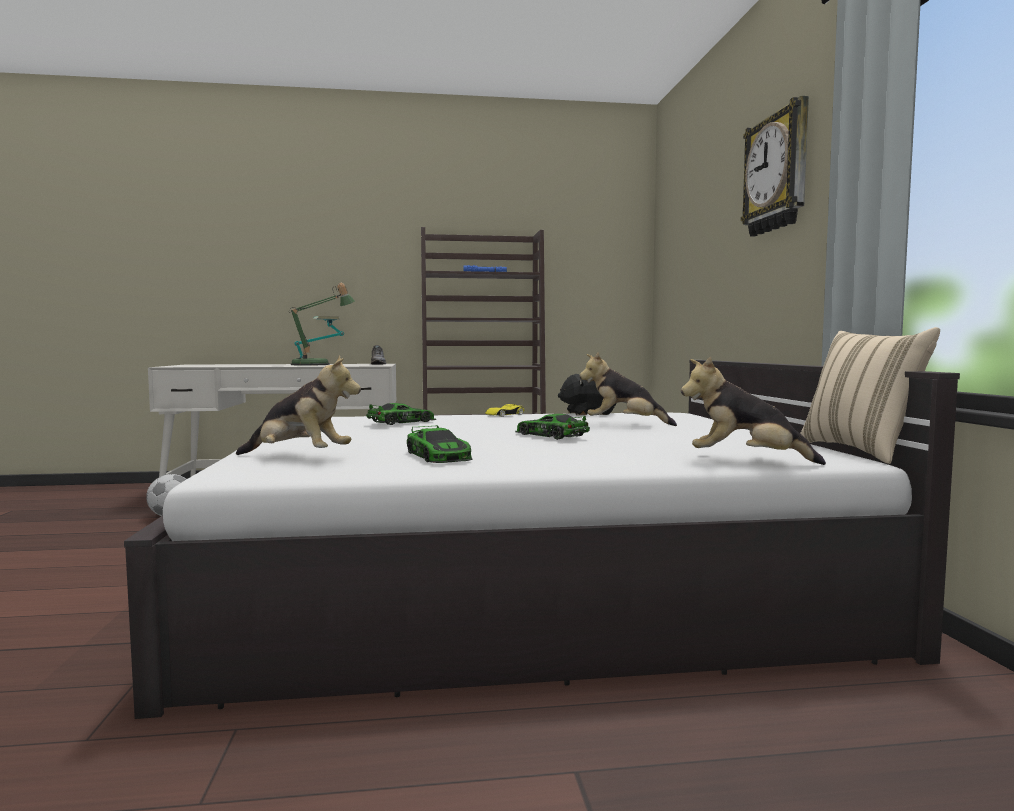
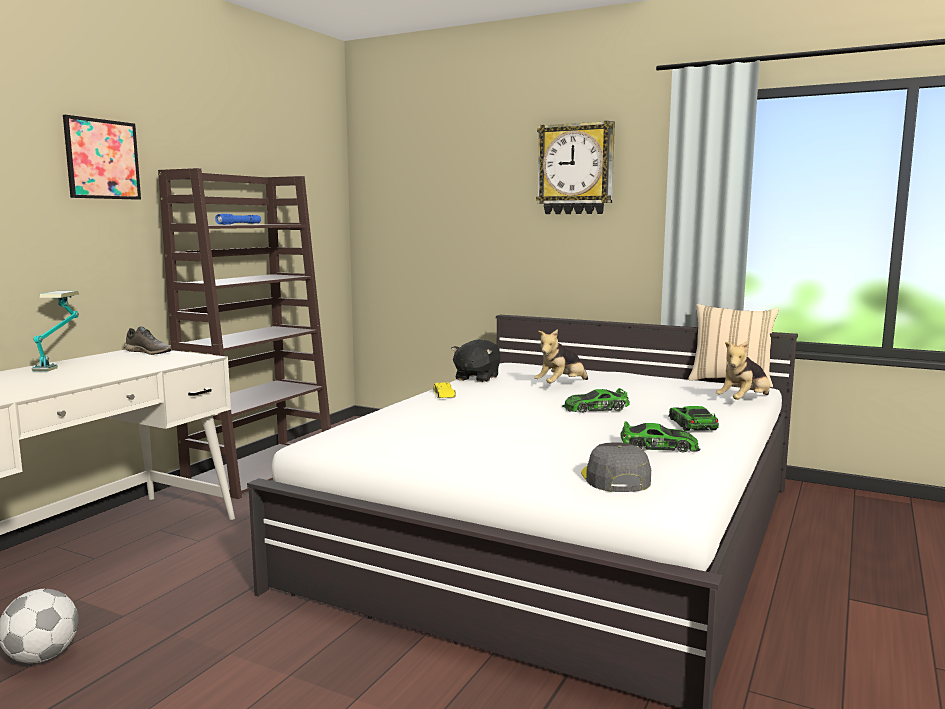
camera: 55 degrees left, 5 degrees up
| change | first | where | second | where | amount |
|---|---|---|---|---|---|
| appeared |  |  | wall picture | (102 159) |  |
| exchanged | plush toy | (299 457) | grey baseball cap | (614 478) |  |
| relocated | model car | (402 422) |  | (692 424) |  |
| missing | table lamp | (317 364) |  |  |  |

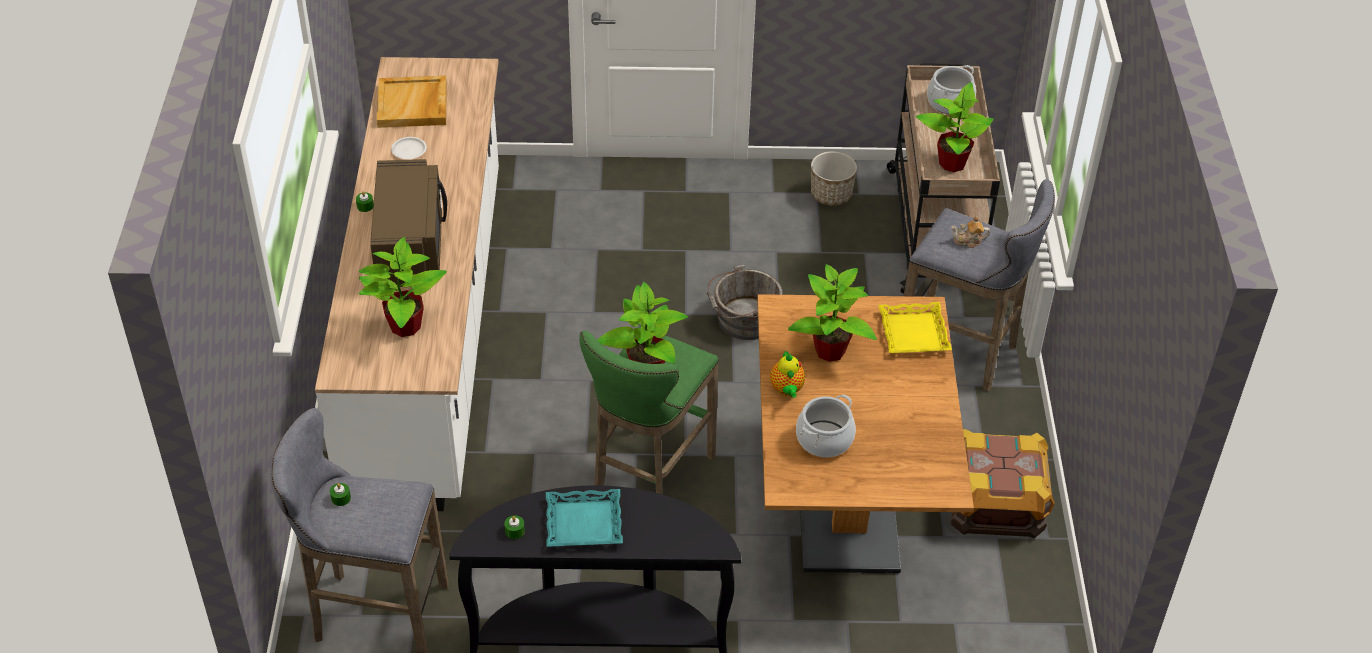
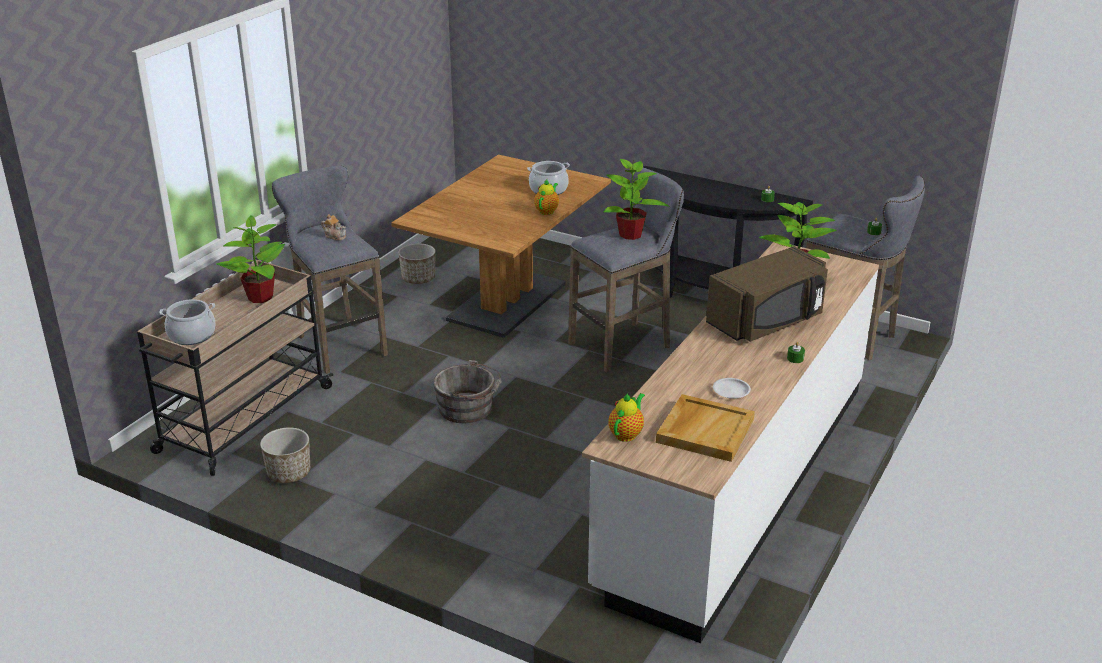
camera: 150 degrees left, 15 degrees down
| change | first | where | second | where | amount |
|---|---|---|---|---|---|
| exchanged | packing crate | (995 502) | flower pot | (418 279) |  |
| colour | green stool seat | (649 481) | grey stool seat | (624 344) |  |
| appeared |  |  | tea pot | (627 434) |  |
| spun | brown microwave oven | (411 247) |  | (767 321) | 150 degrees counterclockwise |
| missing | blue-green serving tray | (584 523) |  |  |  |
| missing | houseplant | (830 351) |  |  |  |
| missing | yellow-coloured serving tray | (914 333) |  |  |  |

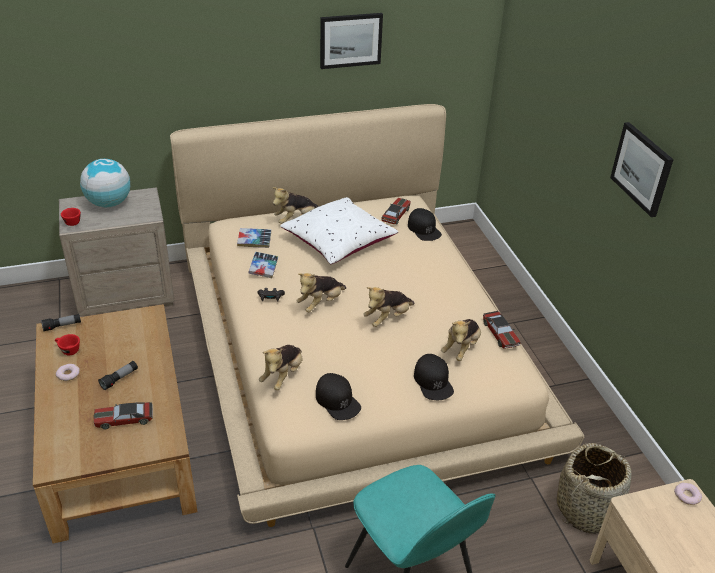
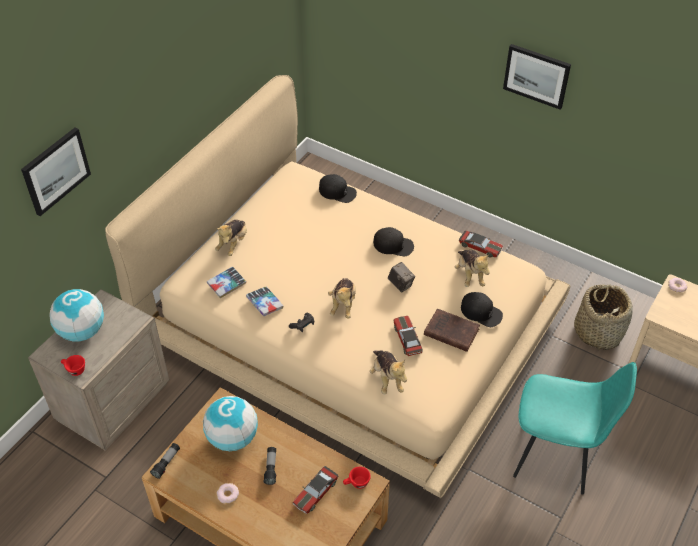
camera: 40 degrees left, 10 degrees up
| change | first | where | second | where | amount |
|---|---|---|---|---|---|
| relocated | wall picture | (350 40) |  | (55 170) |  |
| appeared |  |  | desk globe | (232 438) |  |
| relocated | red-coloured drinking cup | (68 350) |  | (356 483) |  |
| relocated | black-coloured baseball cap | (337 400) |  | (393 245) |  |
| exchanged | plush toy | (388 318) | photo camera | (400 284) |  |
| relocated | model car | (395 215) |  | (407 339) |  |
| appeared |  |  | brown volume | (450 332) |  |
| missing | whitish pillow | (339 241) |  |  |  |

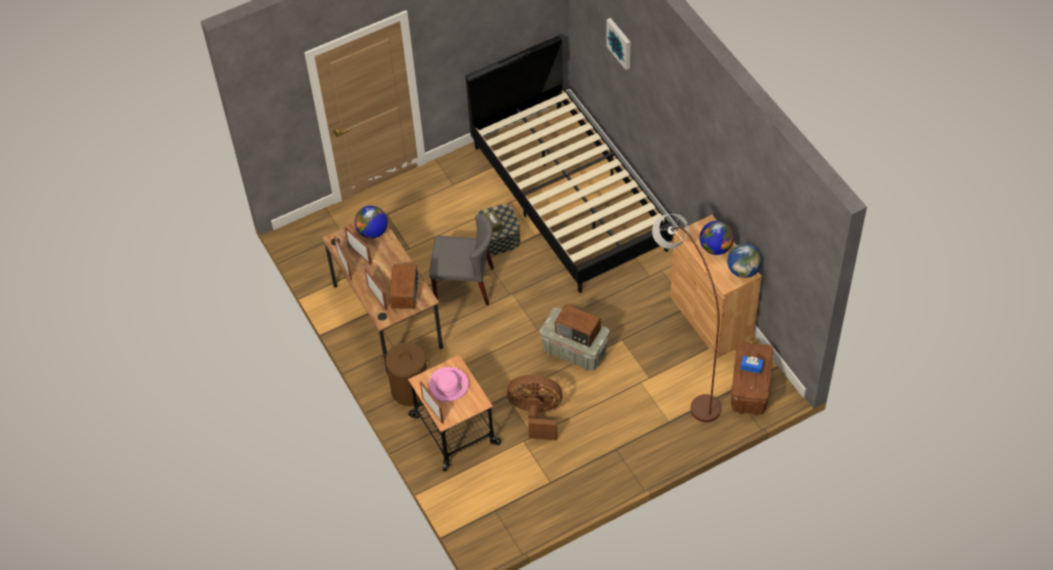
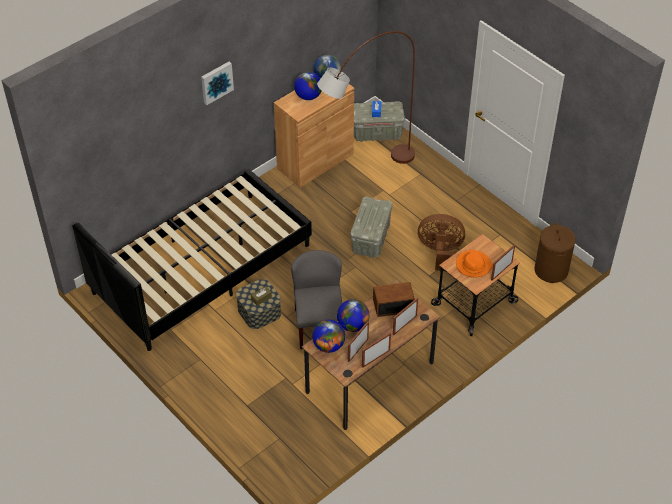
camera: 105 degrees left, 5 degrees down
| change | first | where | second | where | amount |
|---|---|---|---|---|---|
| relocated | wall picture | (620 43) |  | (216 82) |  |
| appeared |  |  | desk globe | (353 325) |  |
| colour | brown storage container | (749 389) | grey storage container | (376 133) |  |
| spun | brown fan | (536 415) |  | (441 253) | 105 degrees clockwise |
| colour | pink-coloured wearable hat | (449 386) | orange-coloured wearable hat | (473 265) |  |
| relocated | brown hamper | (410 390) |  | (551 270) |  |
| missing | radio set | (577 332) |  |  |  |

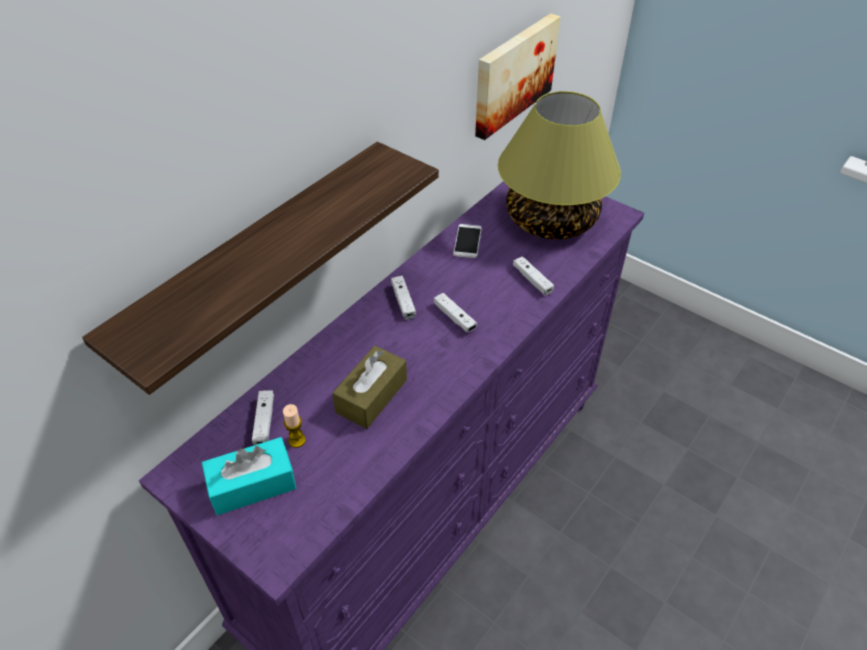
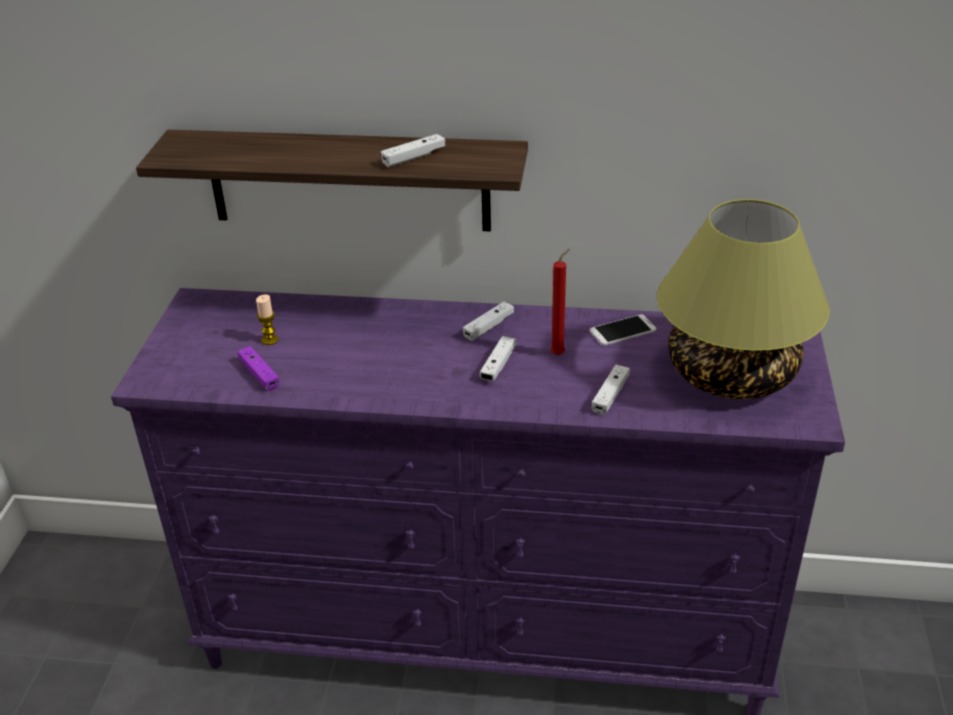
camera: 60 degrees right, 10 degrees down
| change | first | where | second | where | amount |
|---|---|---|---|---|---|
| appeared |  |  | purple-coloured joypad | (259 374) |  |
| relocated | whitish joypad | (264 422) |  | (414 157) |  |
| appeared |  |  | red-coloured wax candle | (559 354) |  |
| missing | blue-green tissue box | (252 485) |  |  |  |
| missing | brown tissue box | (371 396) |  |  |  |
| missing | wall picture | (512 74) |  |  |  |

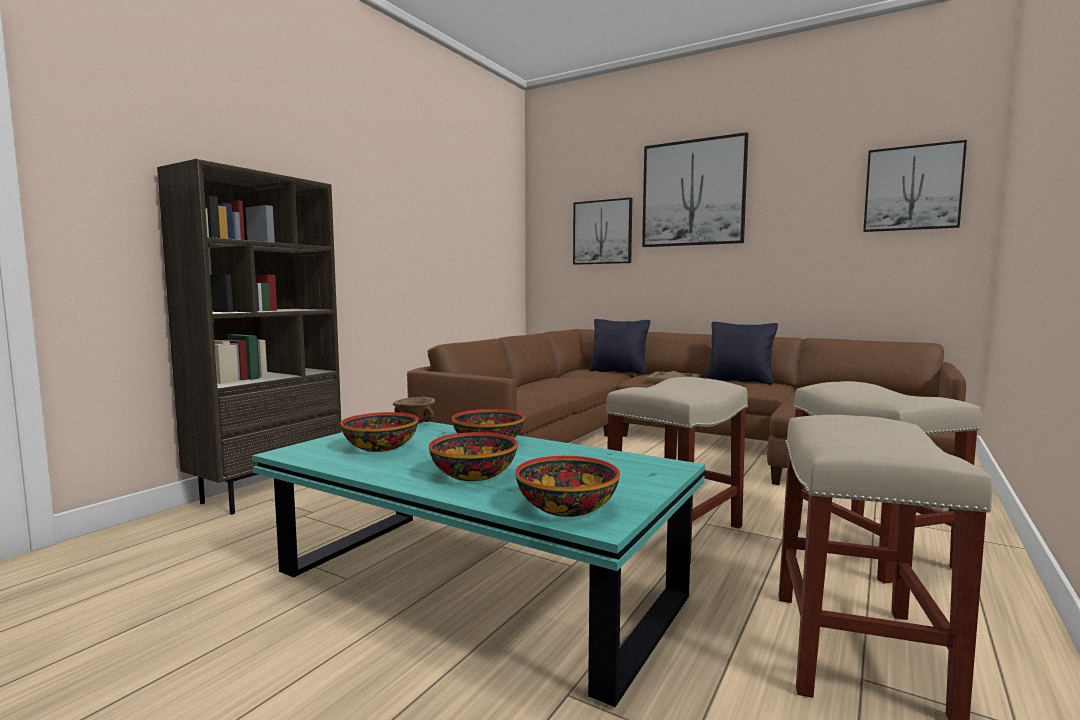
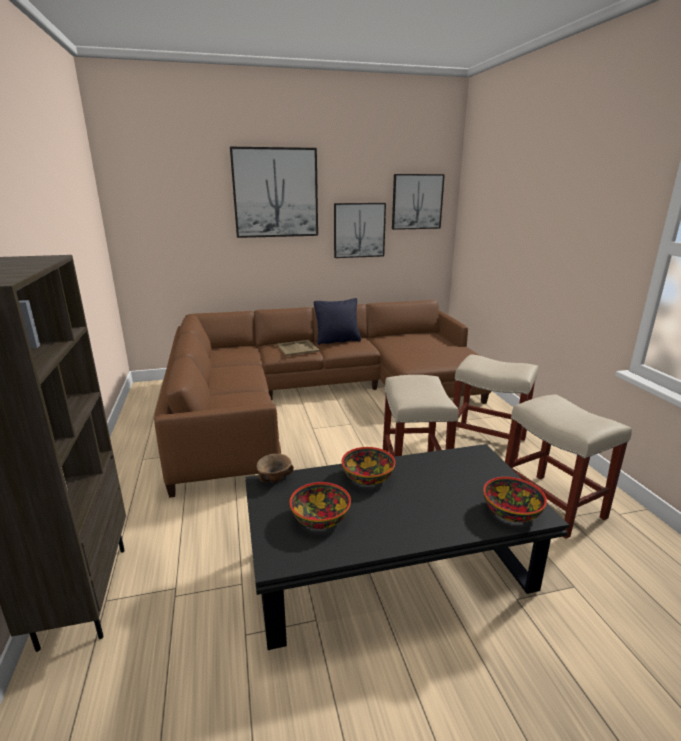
camera: 45 degrees left, 15 degrees up
| change | first | where | second | where | amount |
|---|---|---|---|---|---|
| colour | blue-green coffee table | (475 588) | black-coloured coffee table | (392 572) |  |
| relocated | wall picture | (602 232) |  | (359 230) |  |
| missing | deep dish | (475 475) |  |  |  |
| missing | black-coloured pillow | (619 372) |  |  |  |

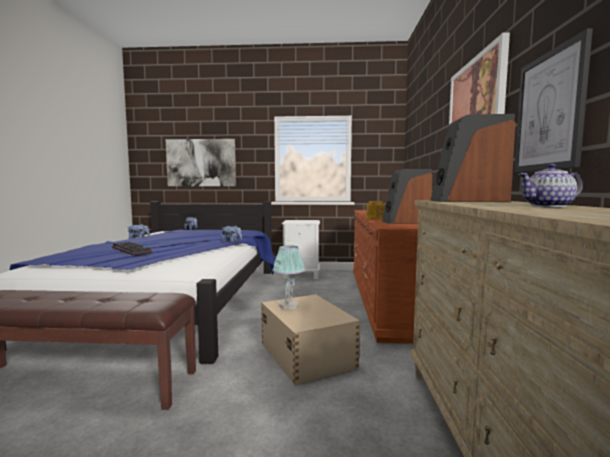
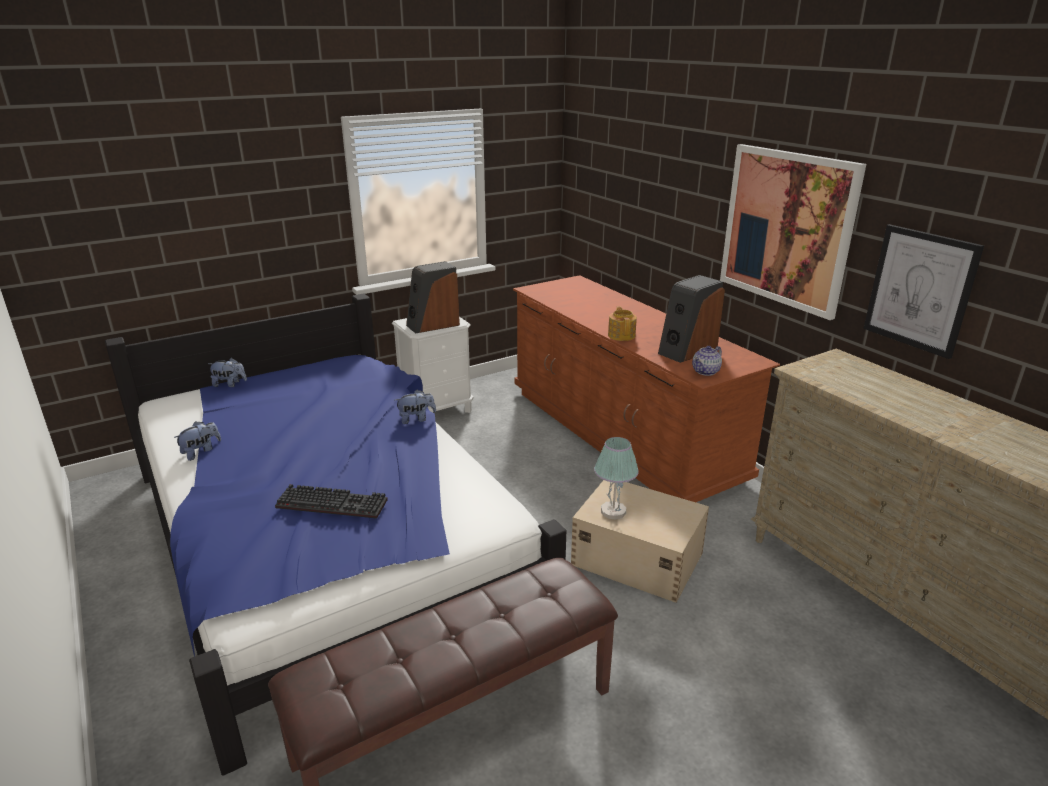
camera: 35 degrees left, 20 degrees up
| change | first | where | second | where | amount |
|---|---|---|---|---|---|
| relocated | speaker | (468 201) |  | (433 325) |  |
| relocated | tea pot | (549 206) |  | (706 371) |  |
| missing | wall picture | (201 162) |  |  |  |

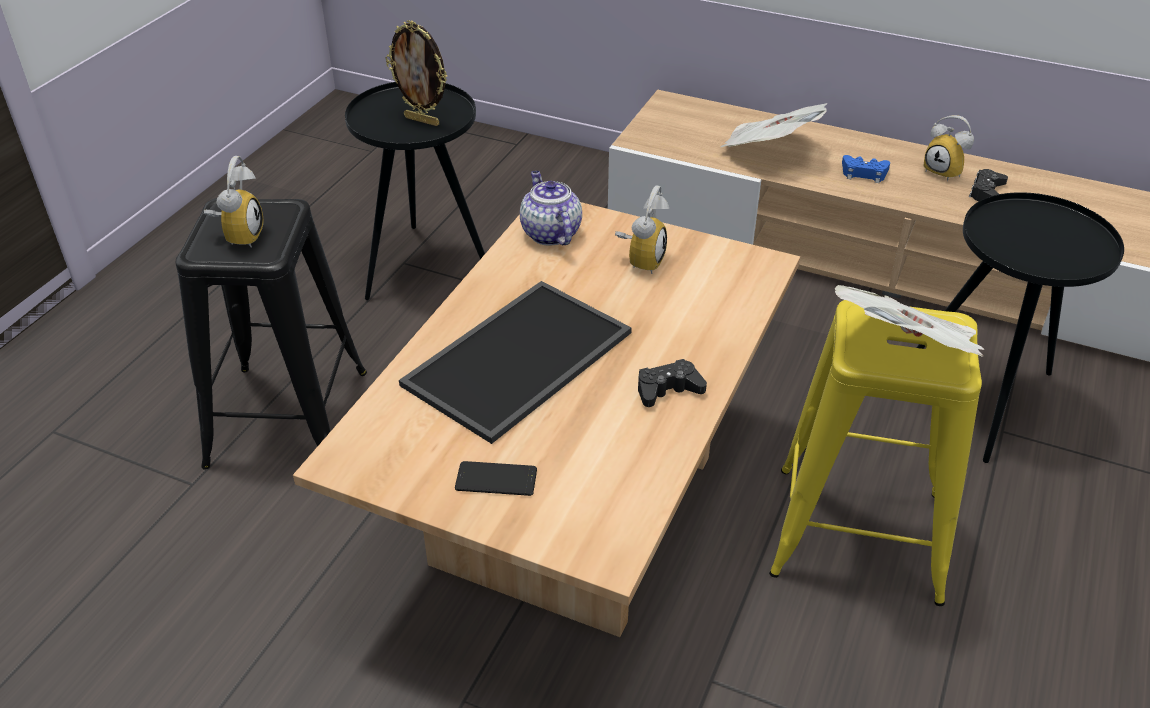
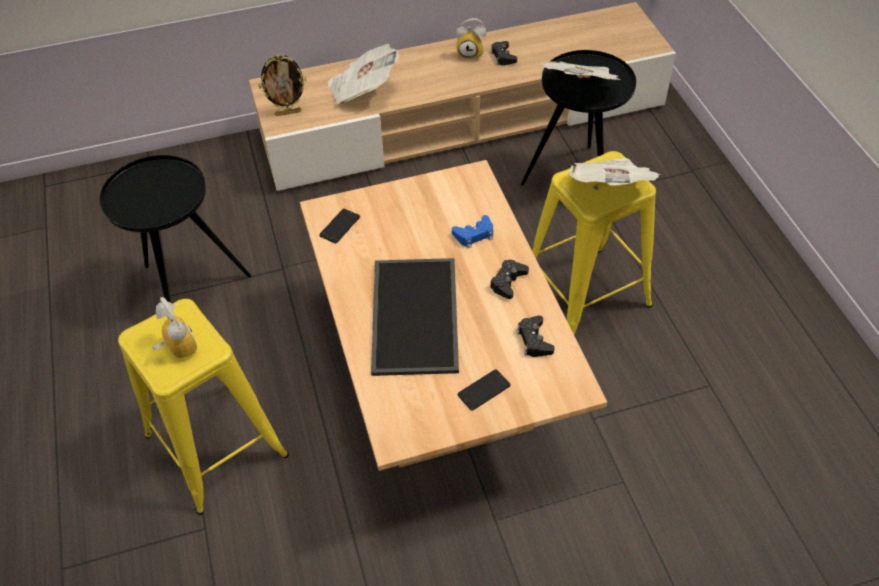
camera: 40 degrees left, 10 degrees up
| change | first | where | second | where | amount |
|---|---|---|---|---|---|
| colour | black-coloured stool seat | (288 418) | yellow-coloured stool seat | (216 445) |  |
| relocated | photo frame | (423 120) |  | (288 112) |  |
| exchanged | tea pot | (549 233) | handset | (340 226) |  |
| relocated | bluish joypad | (864 173) |  | (474 235) |  |
| appeared |  |  | black-coloured joypad | (534 340) |  |
| appeared |  |  | newspaper | (581 87) |  |
| missing | bedside clock | (640 260) |  |  |  |

